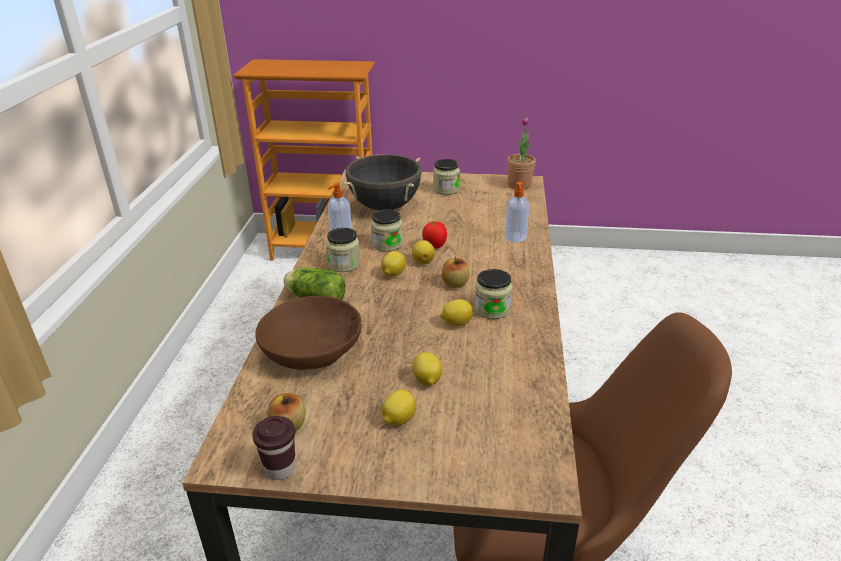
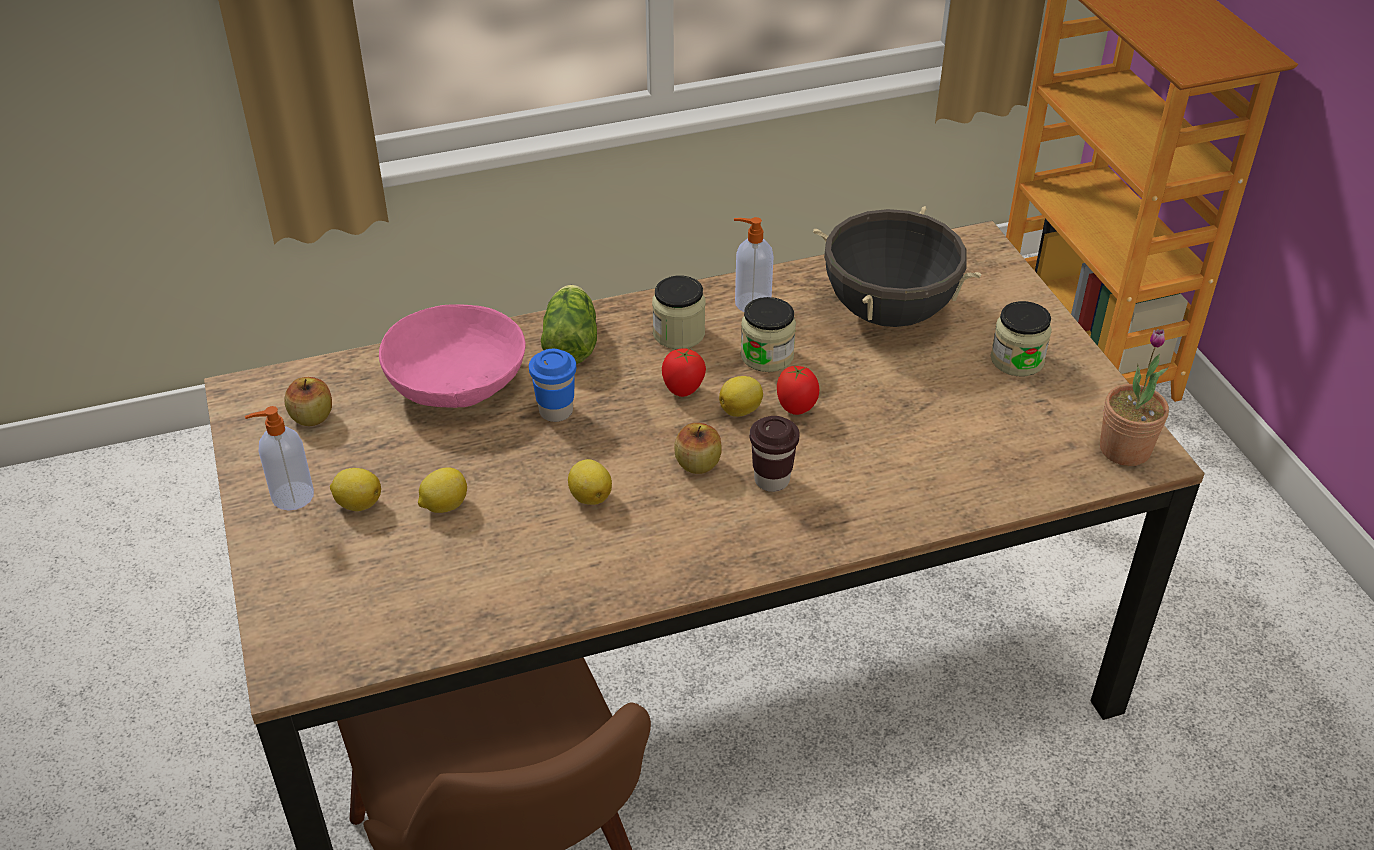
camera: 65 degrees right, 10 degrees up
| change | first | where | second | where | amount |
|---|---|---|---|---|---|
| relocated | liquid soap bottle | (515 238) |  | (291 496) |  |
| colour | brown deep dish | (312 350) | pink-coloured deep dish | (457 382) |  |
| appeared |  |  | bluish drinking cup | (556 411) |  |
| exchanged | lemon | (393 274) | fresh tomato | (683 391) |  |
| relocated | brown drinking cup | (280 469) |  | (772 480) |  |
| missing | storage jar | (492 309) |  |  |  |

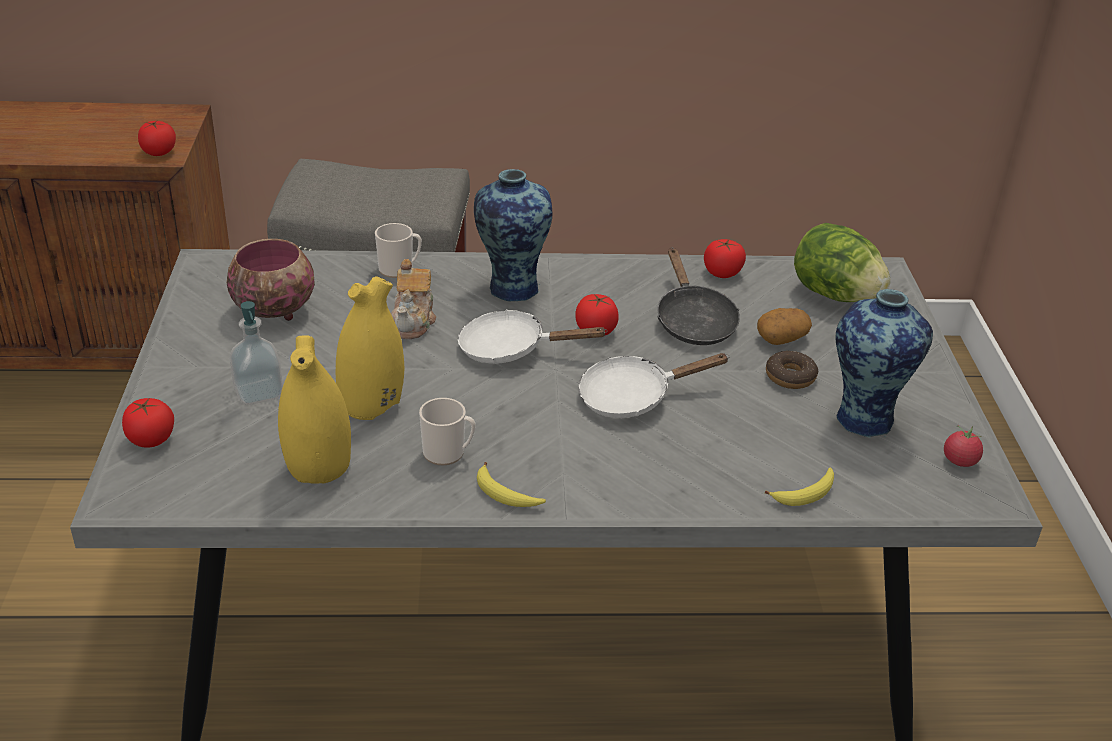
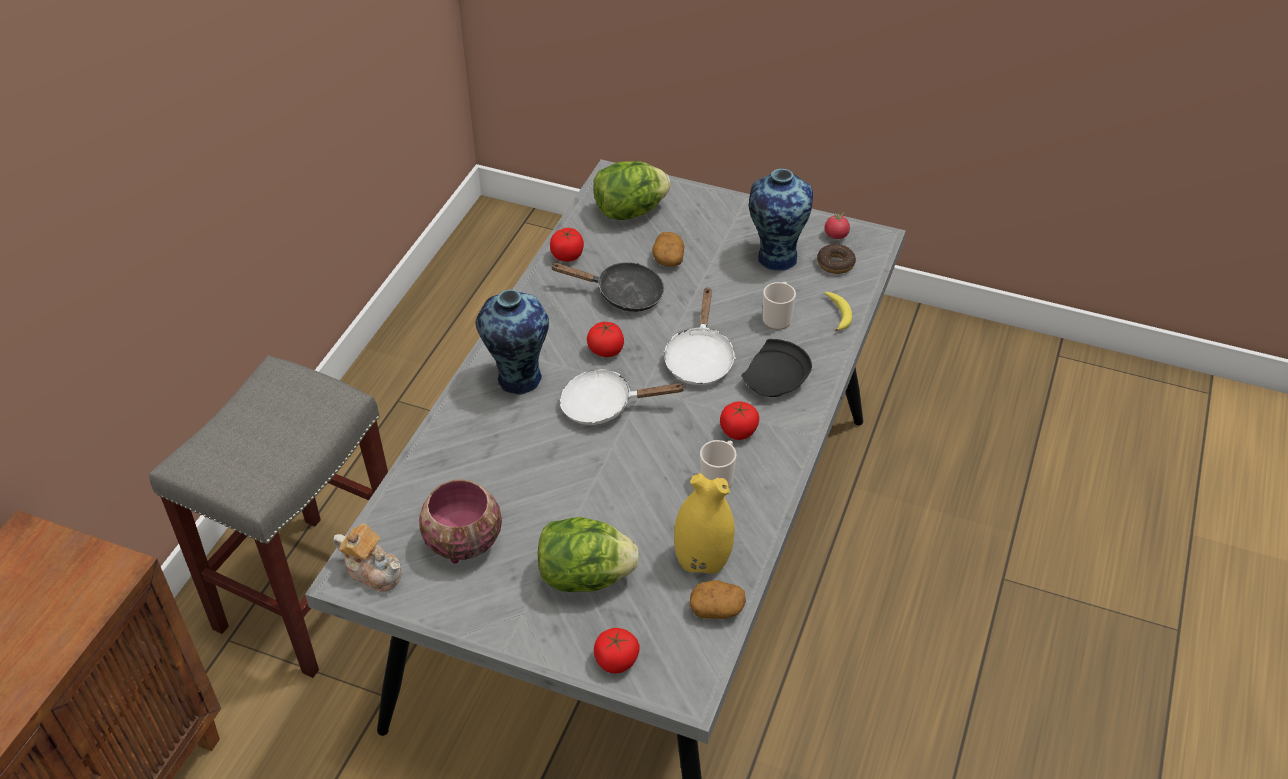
camera: 65 degrees left, 10 degrees up
| change | first | where | second | where | amount |
|---|---|---|---|---|---|
| relocated | tea pot | (413 321) |  | (373 571) |  |
| exchanged | liquid soap bottle | (259 392) | lettuce | (585 576) |  |
| spun | whitish skillet | (511 349) |  | (605 405) | 60 degrees clockwise |
| appeared |  |  | whole potato | (717 608) |  |
| relocated | fresh tomato | (159 152) |  | (738 431) |  |
| appeared |  |  | black-coloured dinner plate | (776 381) |  |
| relocated | tea mug | (399 269) |  | (778 318) |  |
| relocated | donut | (790 377) |  | (835 264) |  |
| missing | yellow-coloured flower vase | (372 403) |  |  |  |
| missing | whole banana | (506 494) |  |  |  |

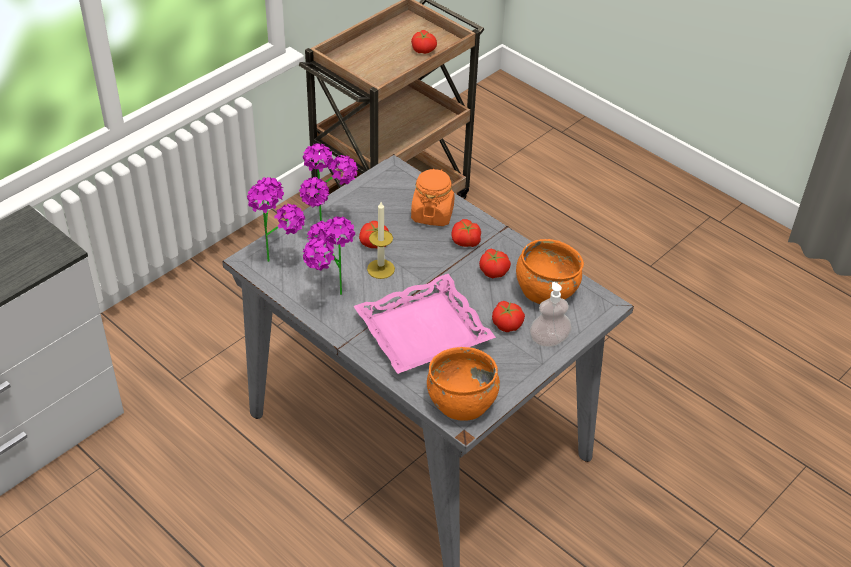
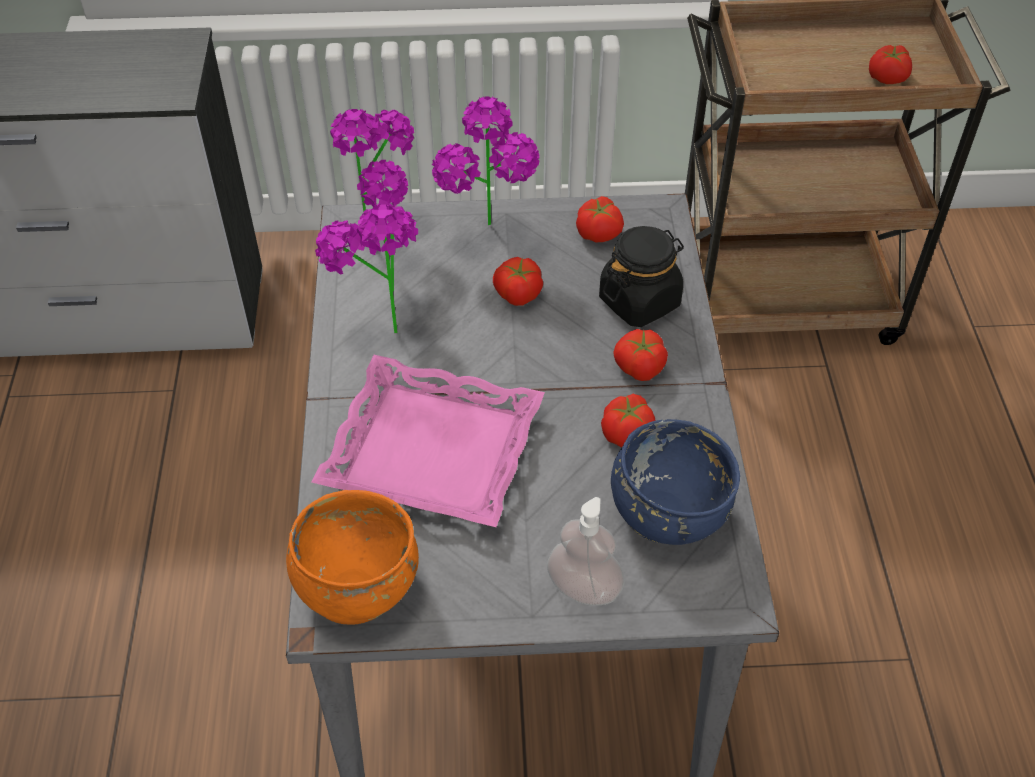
camera: 45 degrees right, 5 degrees up
| change | first | where | second | where | amount |
|---|---|---|---|---|---|
| relocated | fresh tomato | (507 323) |  | (599 232) |  |
| colour | orange-coloured storage jar | (432 214) | black-coloured storage jar | (639 301) |  |
| colour | orange-coloured deep dish | (546 291) | bluish deep dish | (667 513) |  |
| missing | wax candle | (381 269) |  |  |  |

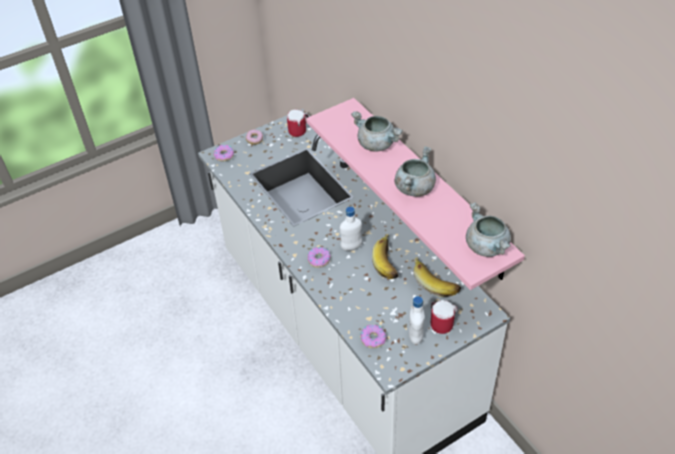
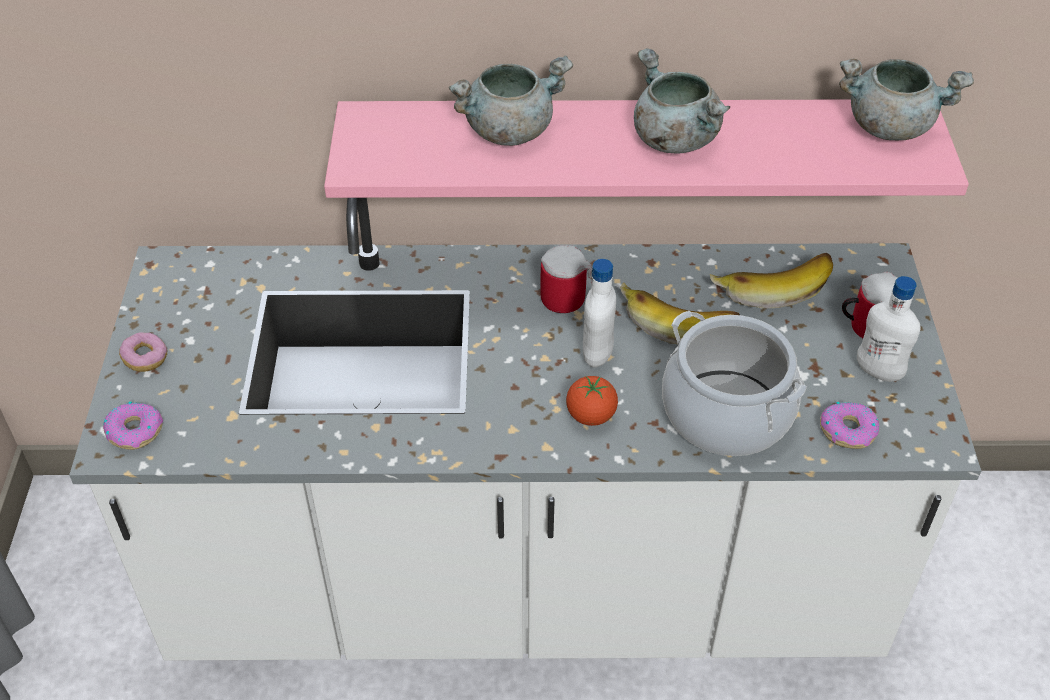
camera: 60 degrees left, 0 degrees up
| change | first | where | second | where | amount |
|---|---|---|---|---|---|
| relocated | tea mug | (300 131) |  | (564 294) |  |
| exchanged | donut | (319 259) | fresh tomato | (591 416) |  |
| appeared |  |  | stockpot | (727 413) |  |

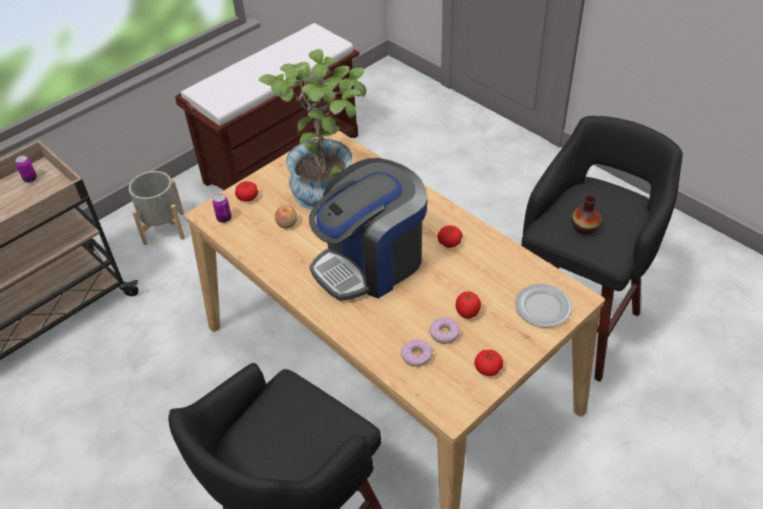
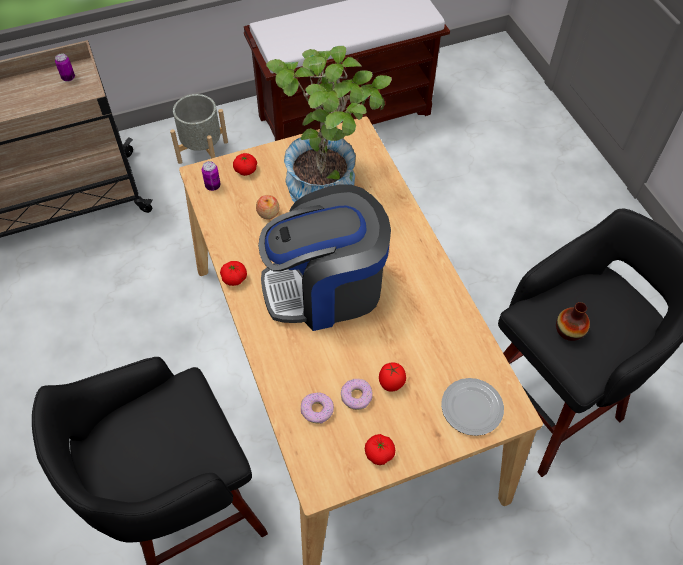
camera: 20 degrees right, 10 degrees up
| change | first | where | second | where | amount |
|---|---|---|---|---|---|
| relocated | fresh tomato | (449 242) |  | (234 278) |  |

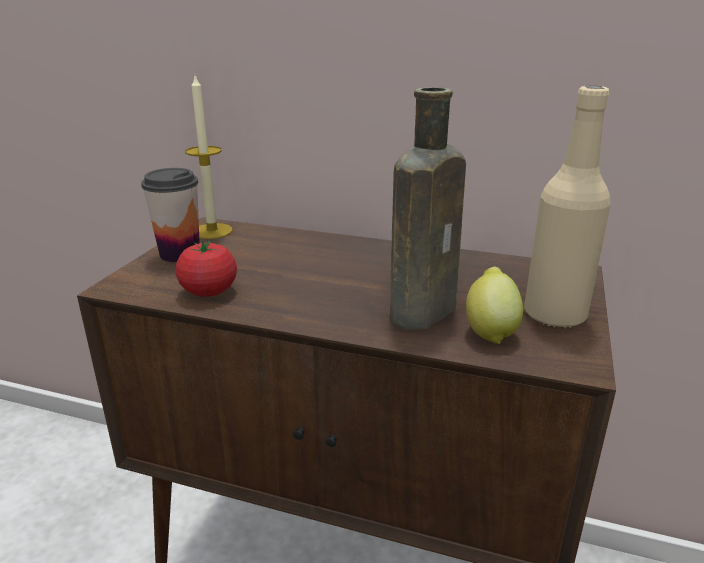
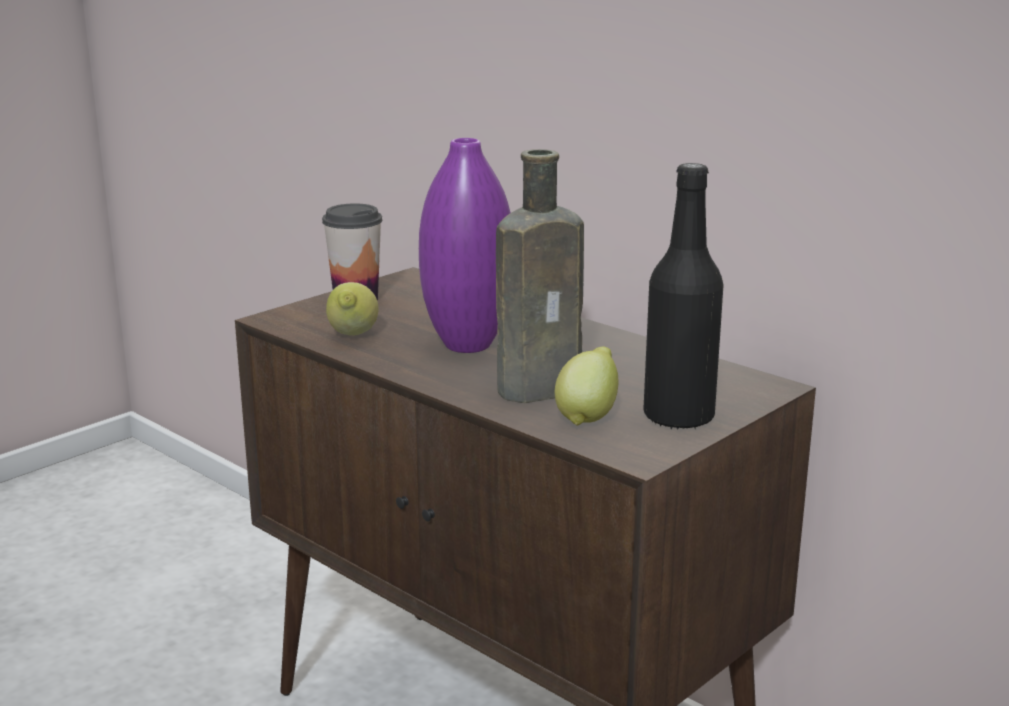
camera: 25 degrees right, 5 degrees down
| change | first | where | second | where | amount |
|---|---|---|---|---|---|
| exchanged | fresh tomato | (209 291) | lemon | (352 336) |  |
| appeared |  |  | purple-coloured flower vase | (467 345) |  |
| colour | beige bottle | (554 315) | black-coloured bottle | (678 417) |  |
| missing | wax candle | (212 231) |  |  |  |

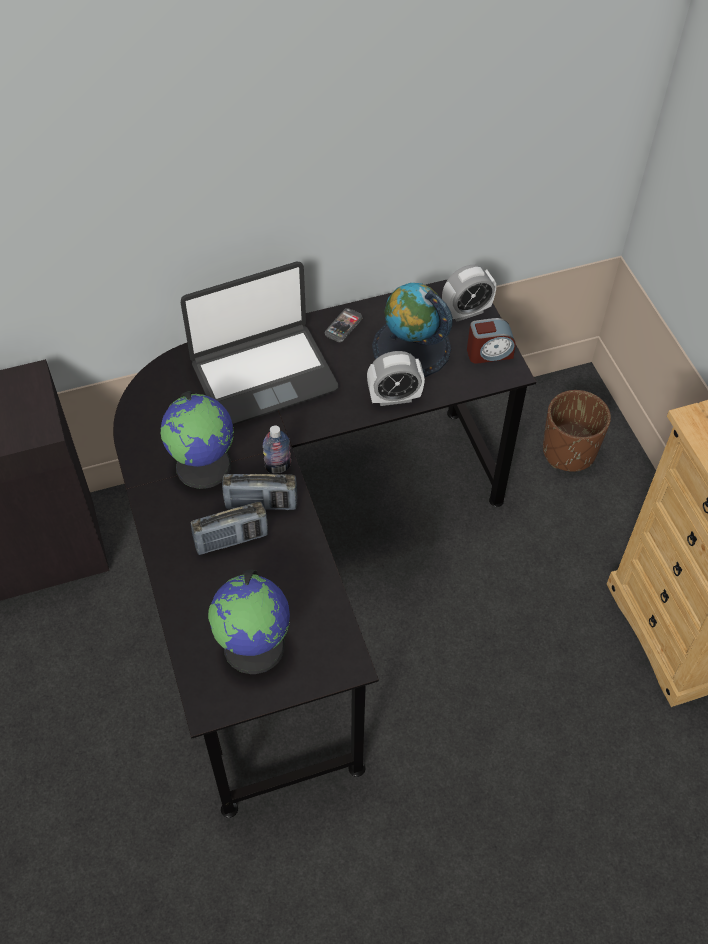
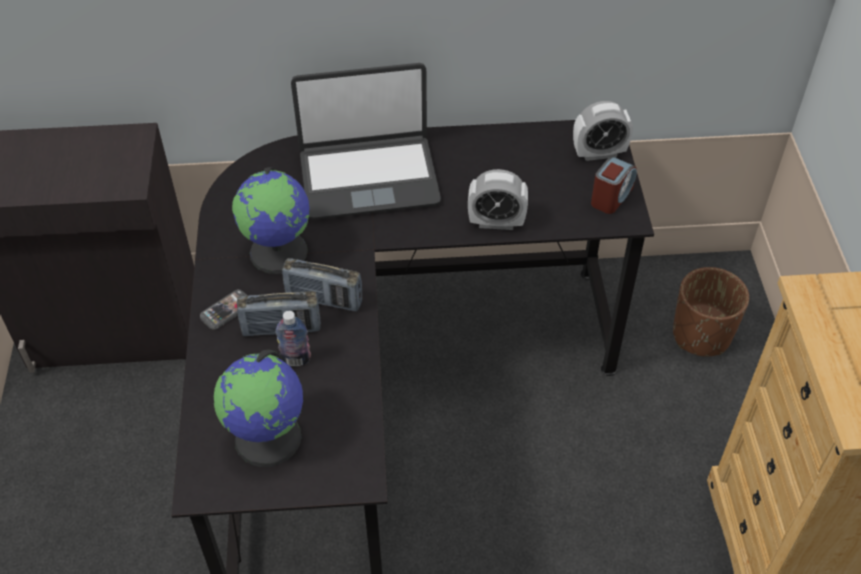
camera: 15 degrees right, 5 degrees down
| change | first | where | second | where | amount |
|---|---|---|---|---|---|
| relocated | handset | (343 326) |  | (226 310) |  |
| relocated | bottle | (278 467) |  | (296 359) |  |
| spun | bedside clock | (489 353) |  | (611 196) | 60 degrees counterclockwise |
| missing | desk globe | (411 348) |  |  |  |

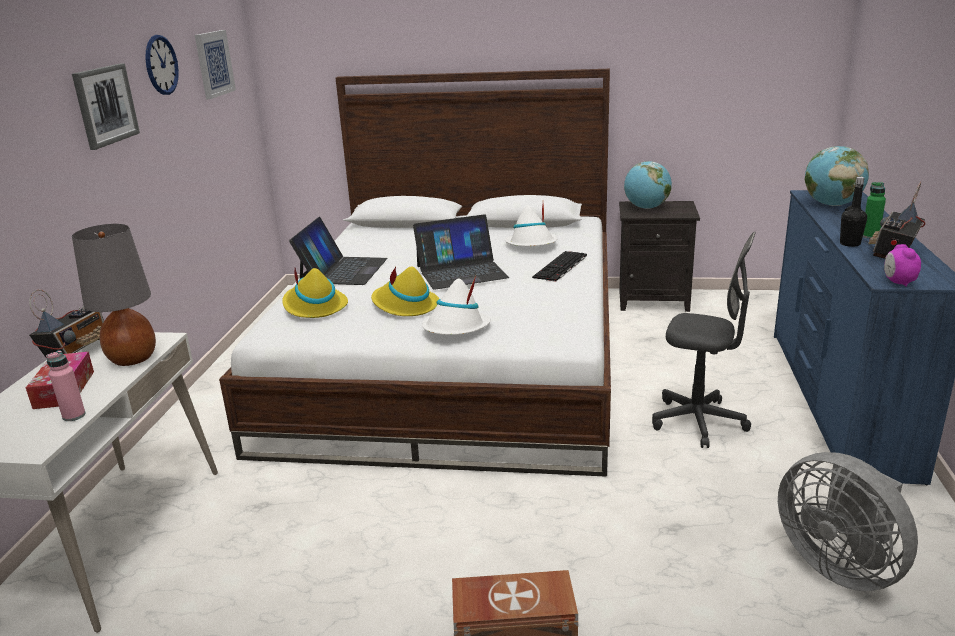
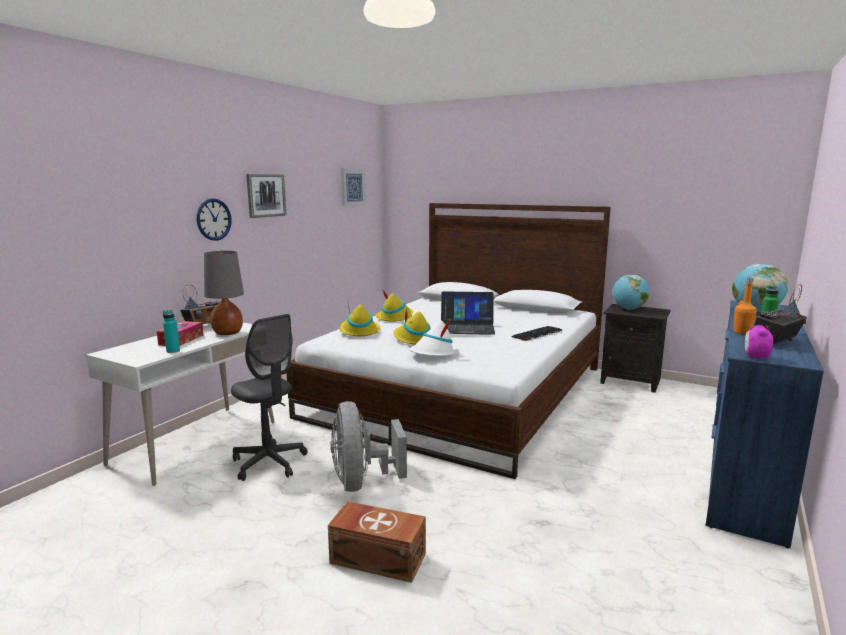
camera: 20 degrees right, 10 degrees down
| change | first | where | second | where | amount |
|---|---|---|---|---|---|
| colour | pink-coloured bottle | (74 416) | blue-green bottle | (173 351) |  |
| relocated | clock on the wall | (161 65) |  | (214 219) |  |
| relocated | grey computer chair | (698 422) |  | (269 463) |  |
| relocated | grey fan | (839 565) |  | (362 482) |  |
| exchanged | portable computer | (343 270) | yellow-coloured wearable hat | (395 317) |  |
| colour | black-coloured bottle | (850 244) | orange-coloured bottle | (742 332) |  |
| missing | whitish wearable hat | (532 244) |  |  |  |

